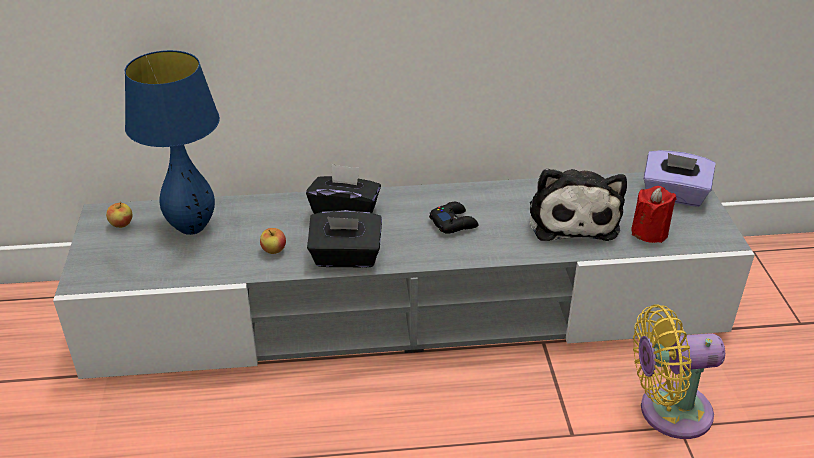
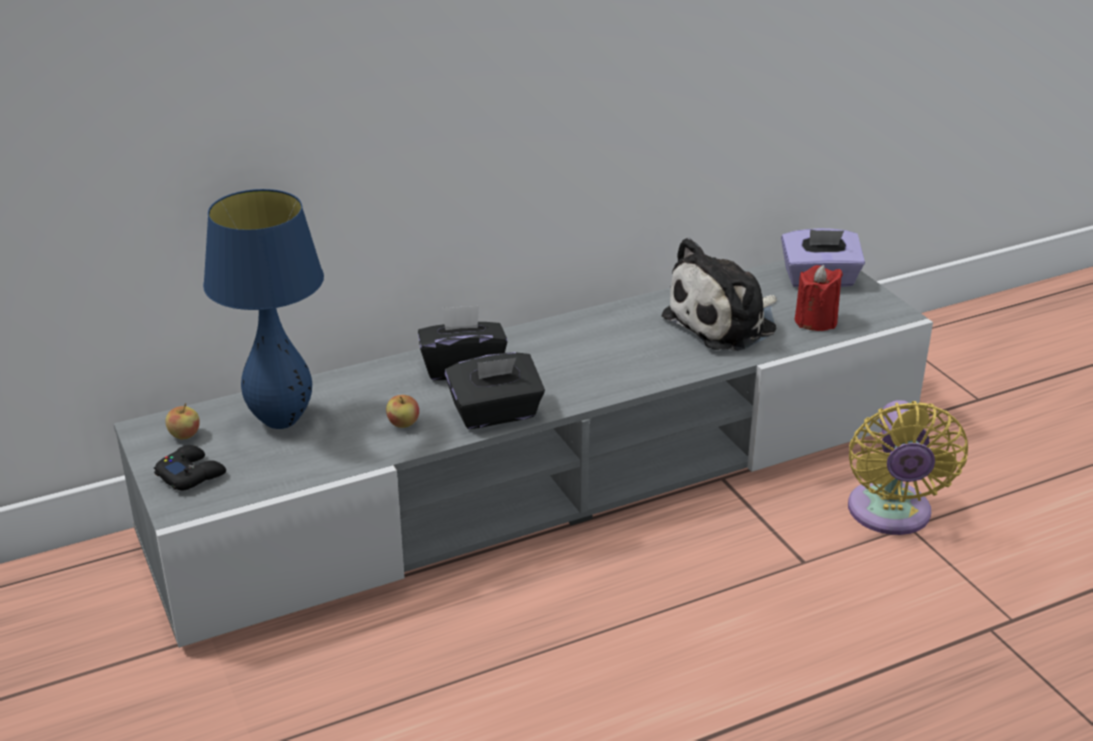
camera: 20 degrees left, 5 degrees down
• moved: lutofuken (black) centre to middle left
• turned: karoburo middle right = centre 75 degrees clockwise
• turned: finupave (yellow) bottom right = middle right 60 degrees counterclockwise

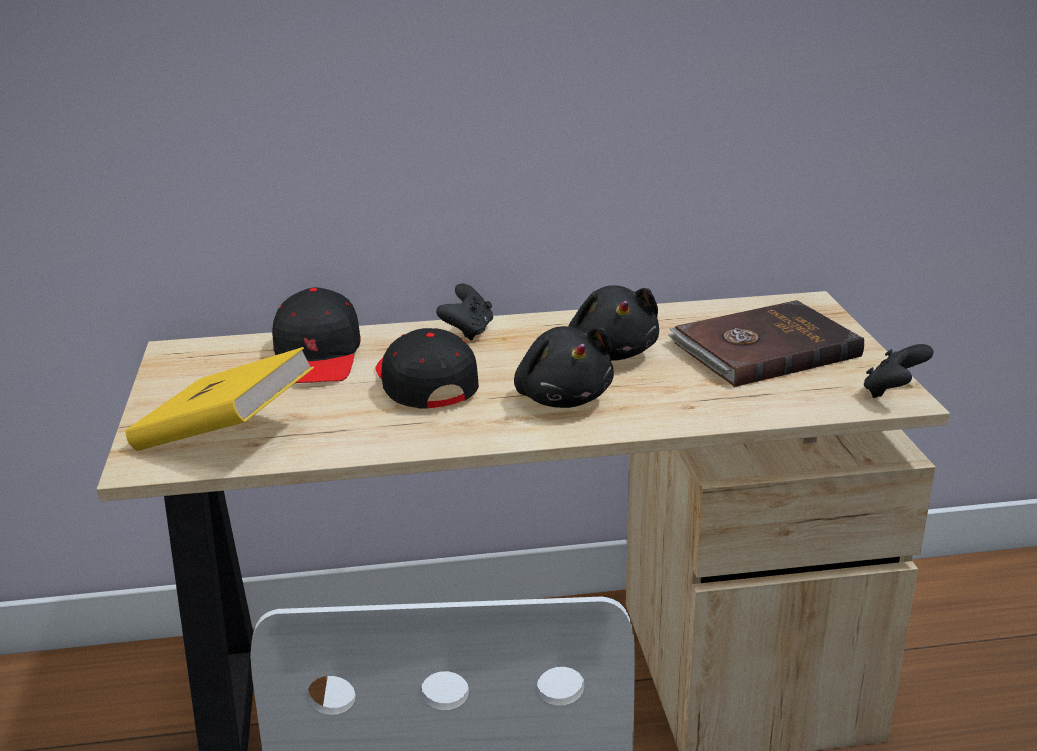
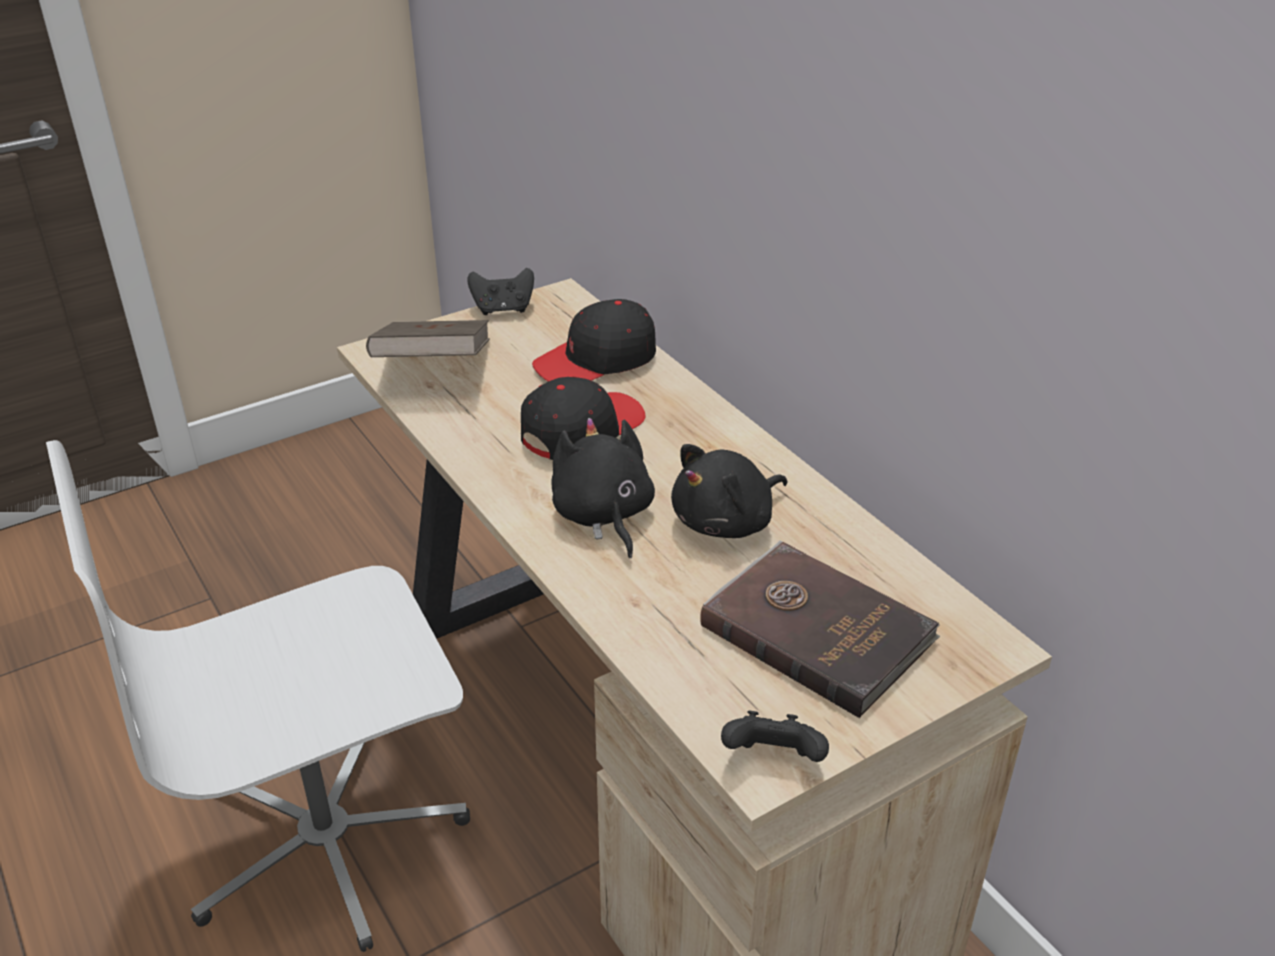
camera: 65 degrees right, 10 degrees up
• recoloured: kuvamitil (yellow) middle left to kuvamitil (brown) (1st from left) centre
• moved: lutofuken (black) (1st from left) centre to top centre
• turned: karoburo (black) (1st from left) centre = centre 120 degrees clockwise

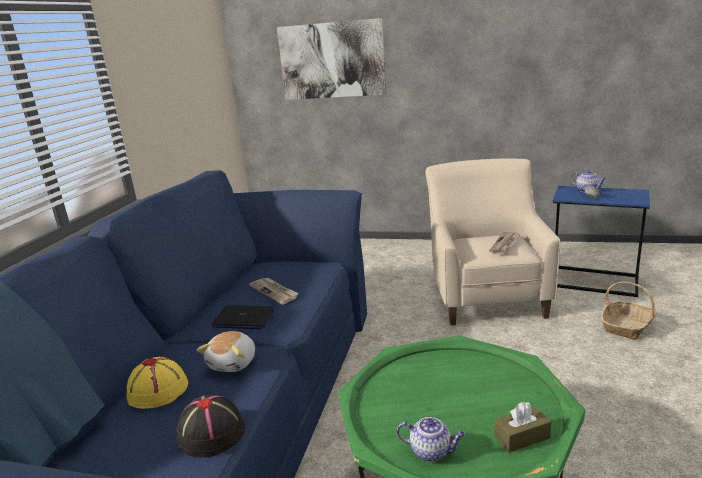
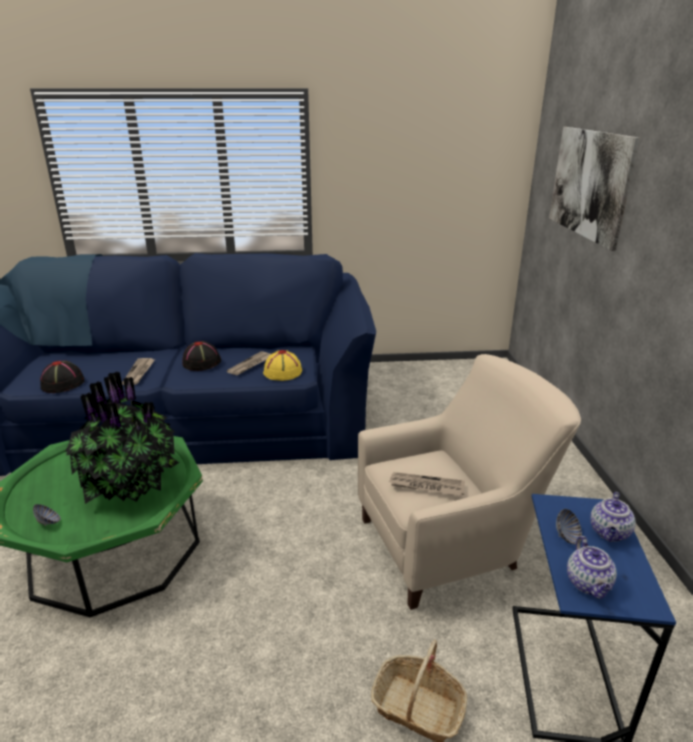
camera: 70 degrees right, 5 degrees up
• moved: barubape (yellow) bottom left to centre
• replaced: karoburo bottom left to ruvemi (1st from left) middle left
• replaced: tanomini centre to barubape (black) (2nd from left) middle left
• moved: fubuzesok (1st from left) bottom centre to bottom right
• replaced: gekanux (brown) bottom right to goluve (1st from left) bottom left
• added: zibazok middle left

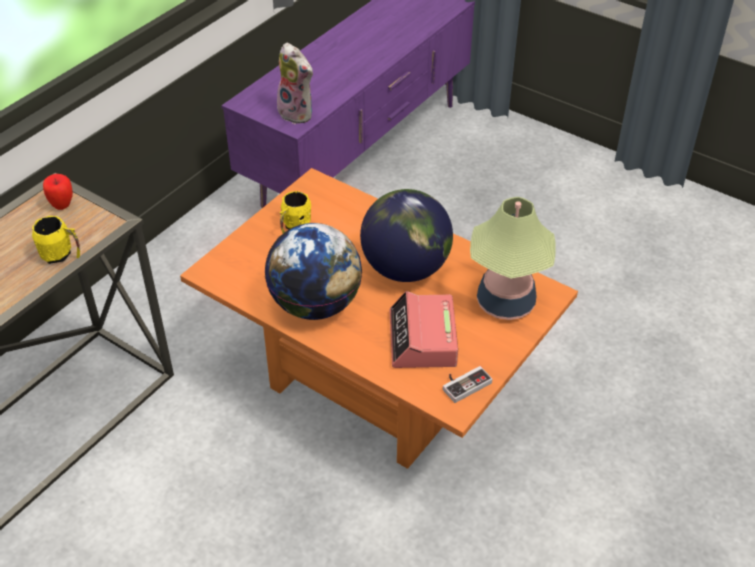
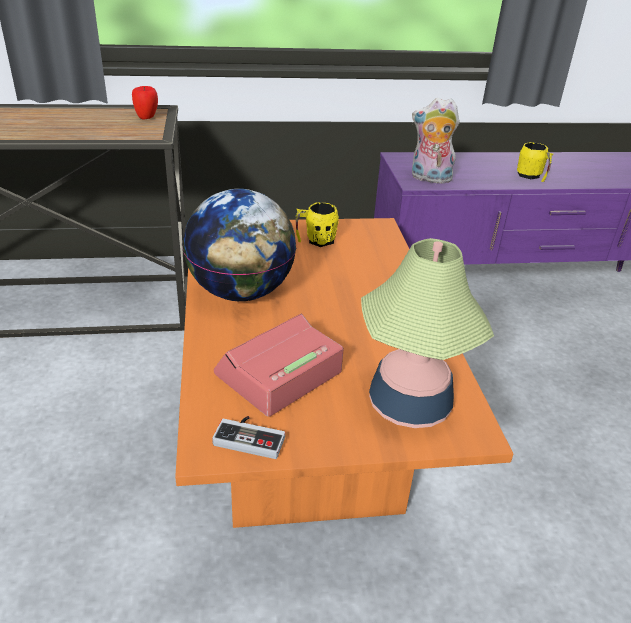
camera: 45 degrees right, 10 degrees down
• moved: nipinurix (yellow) (1st from left in the first image) middle left to nipinurix (yellow) (2nd from left) top right
• turned: karoburo top centre = top right 105 degrees clockwise
• removed: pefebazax (2nd from left) centre

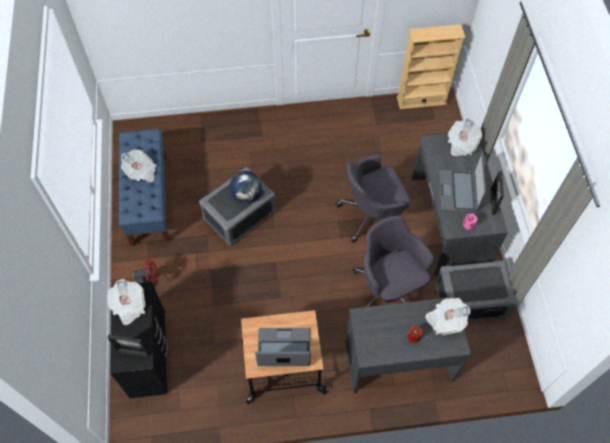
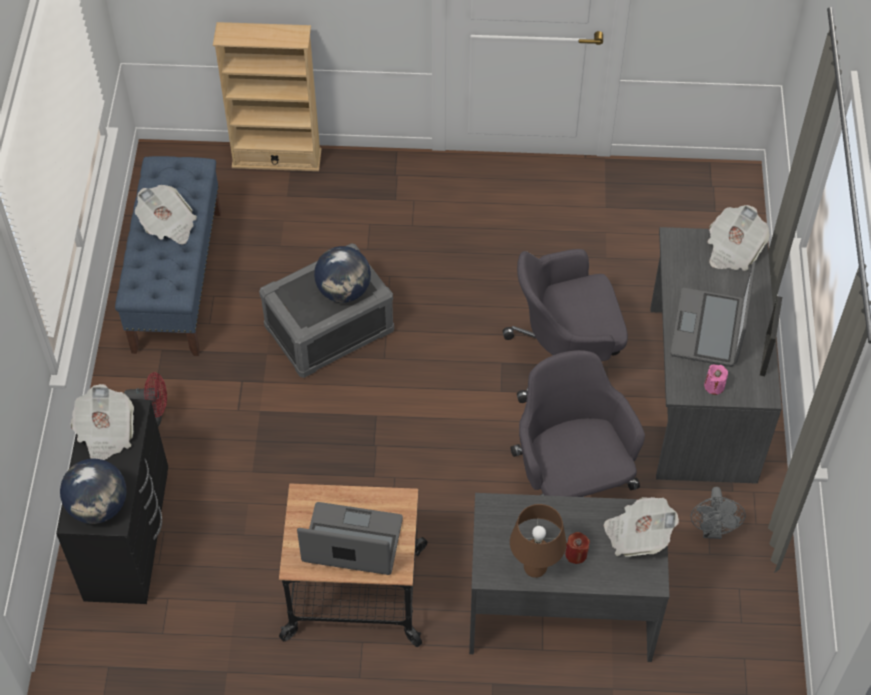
camera: 10 degrees right, 5 degrees down
• replaced: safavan (1st from left) bottom left to pefebazax (1st from left) bottom left
• moved: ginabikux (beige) top right to top left
• replaced: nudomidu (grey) (2nd from left) middle right to finupave (grey) bottom right
• added: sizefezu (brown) bottom centre

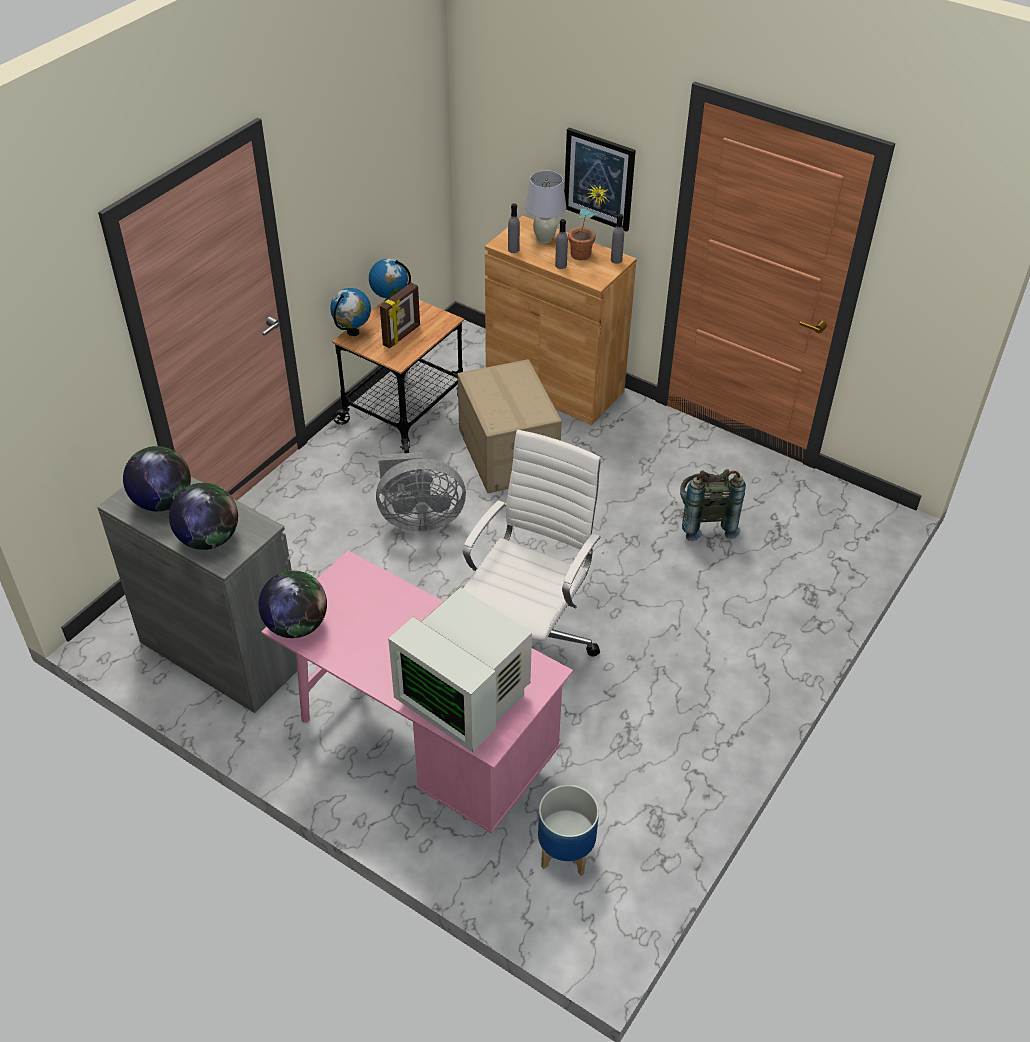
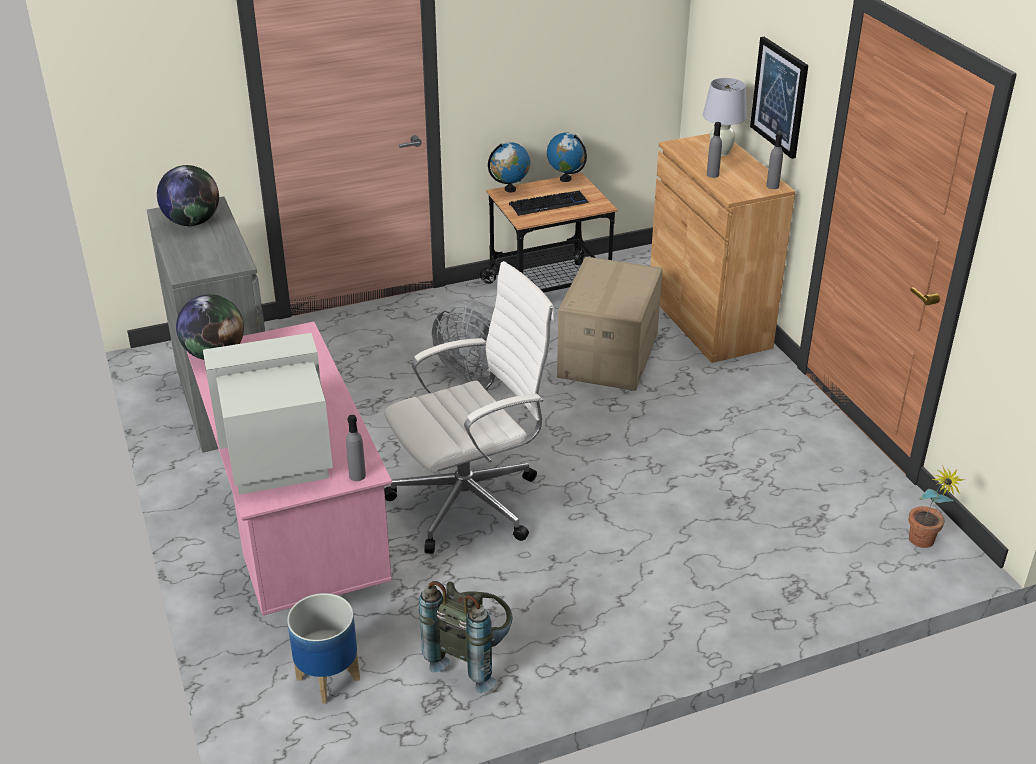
camera: 35 degrees right, 10 degrees down
• removed: pefebazax (2nd from left) middle left
• replaced: safavan top centre to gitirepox top centre
• turned: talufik centre = middle left 90 degrees clockwise
• moved: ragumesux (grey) (1st from left) top centre to centre
• moved: zibazok top centre to middle right
• moved: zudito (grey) middle right to bottom centre

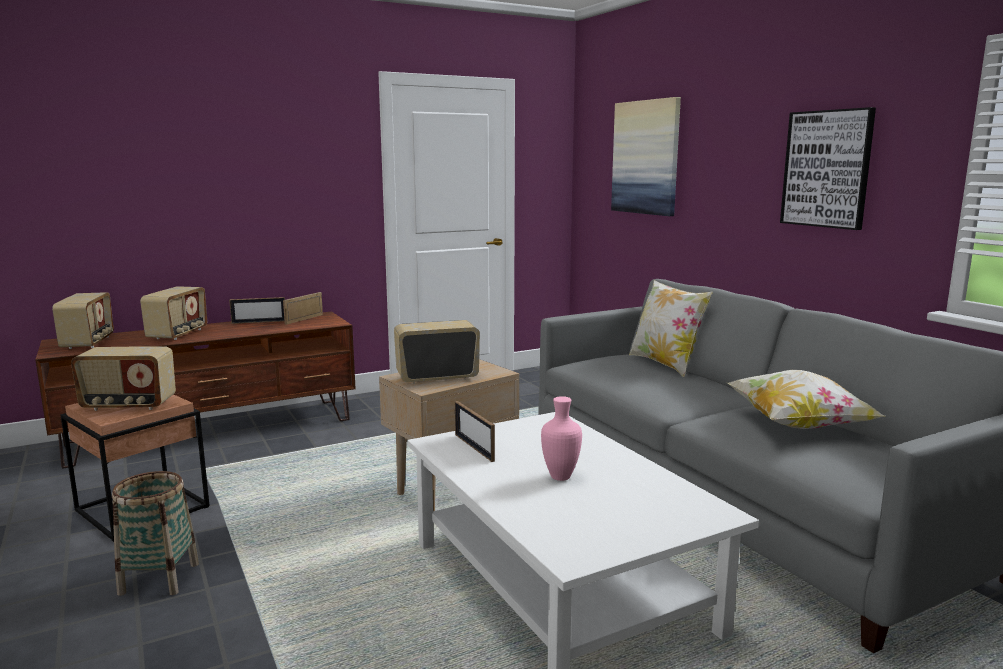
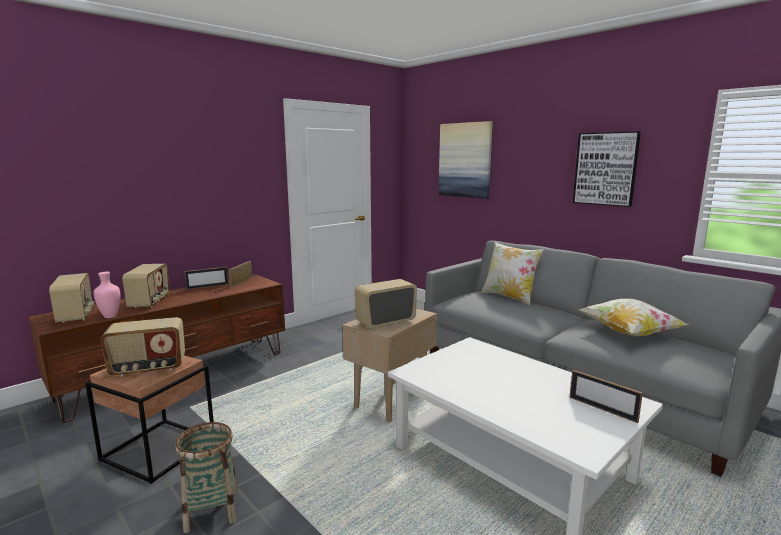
camera: 15 degrees left, 0 degrees up
• moved: safavan (3rd from left) centre to bottom right
• moved: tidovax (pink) centre to middle left

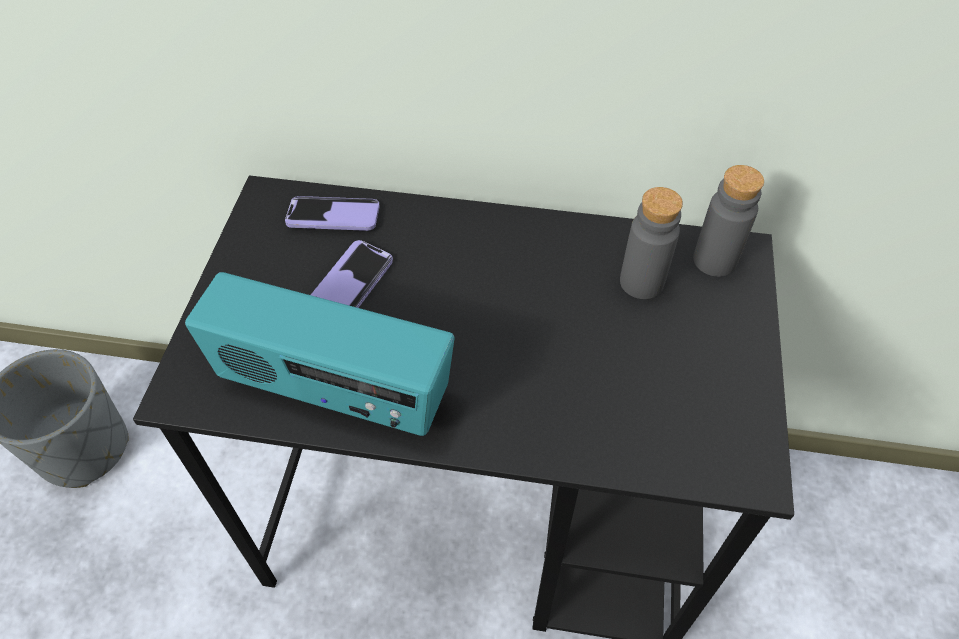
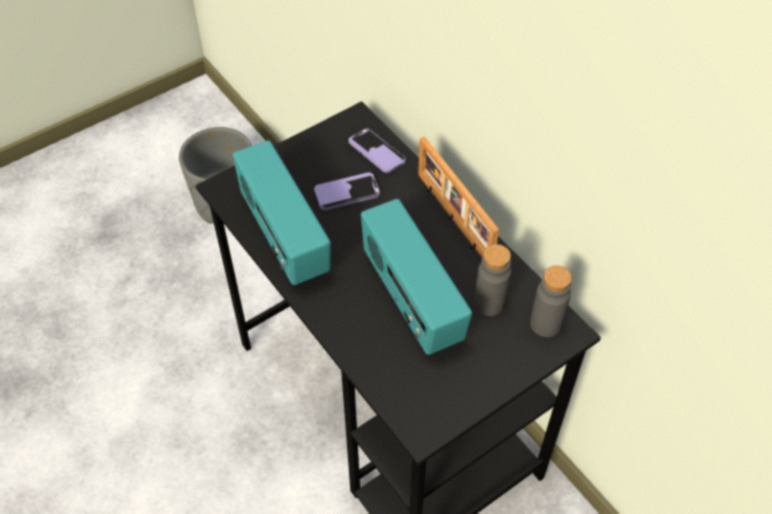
camera: 45 degrees right, 0 degrees up
• added: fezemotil (2nd from left) centre
• added: safavan centre

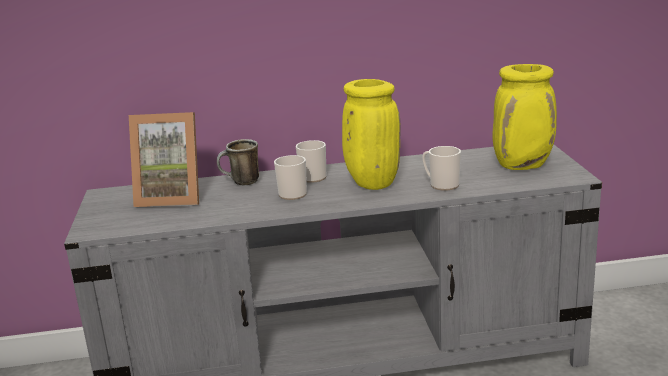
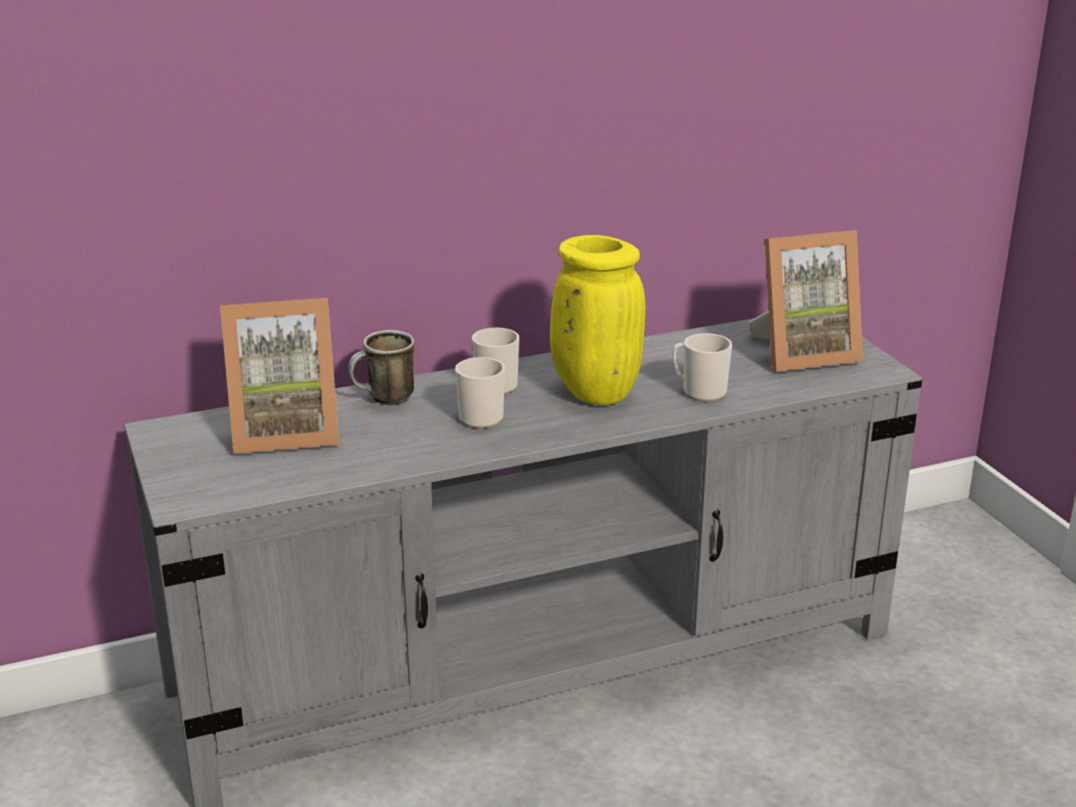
camera: 15 degrees left, 5 degrees up
• replaced: tidovax (yellow) (2nd from left) top right to safavan (2nd from left) middle right

